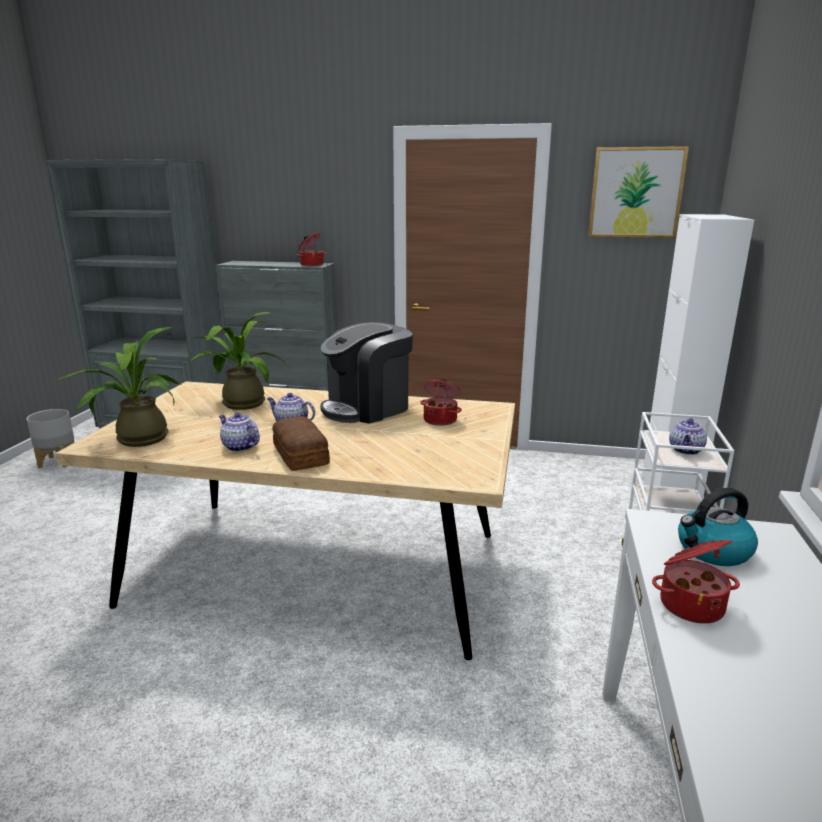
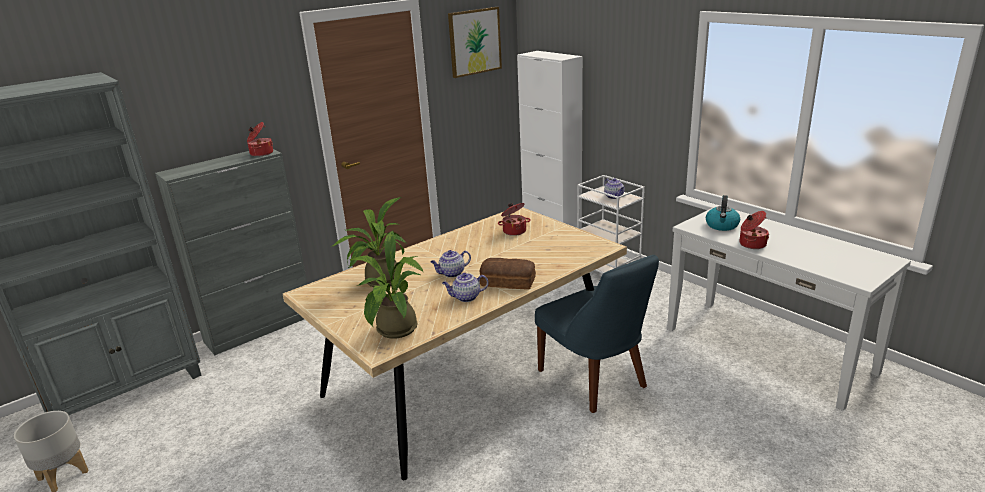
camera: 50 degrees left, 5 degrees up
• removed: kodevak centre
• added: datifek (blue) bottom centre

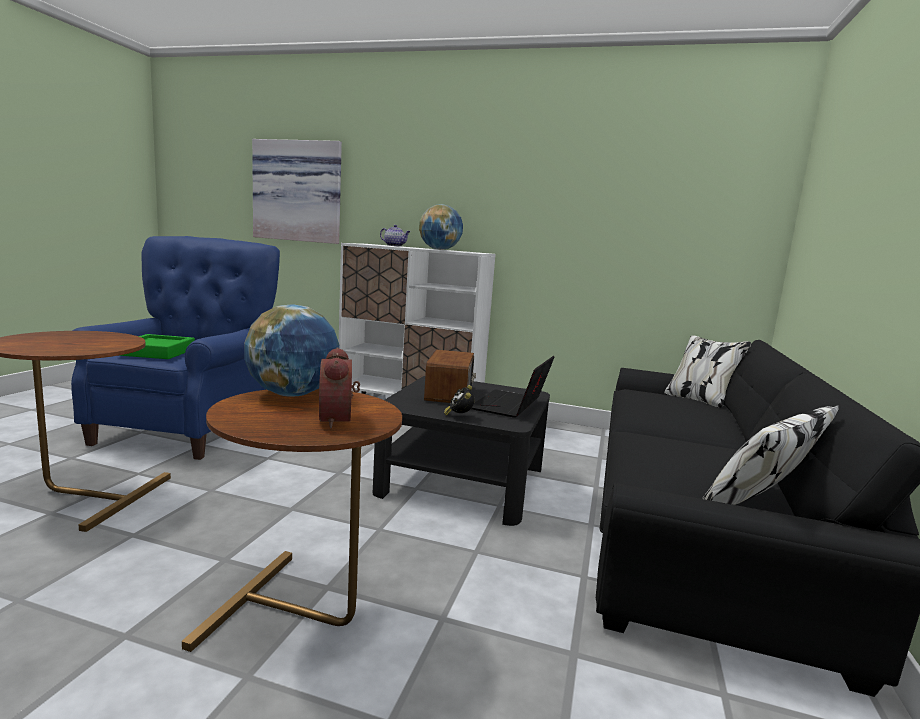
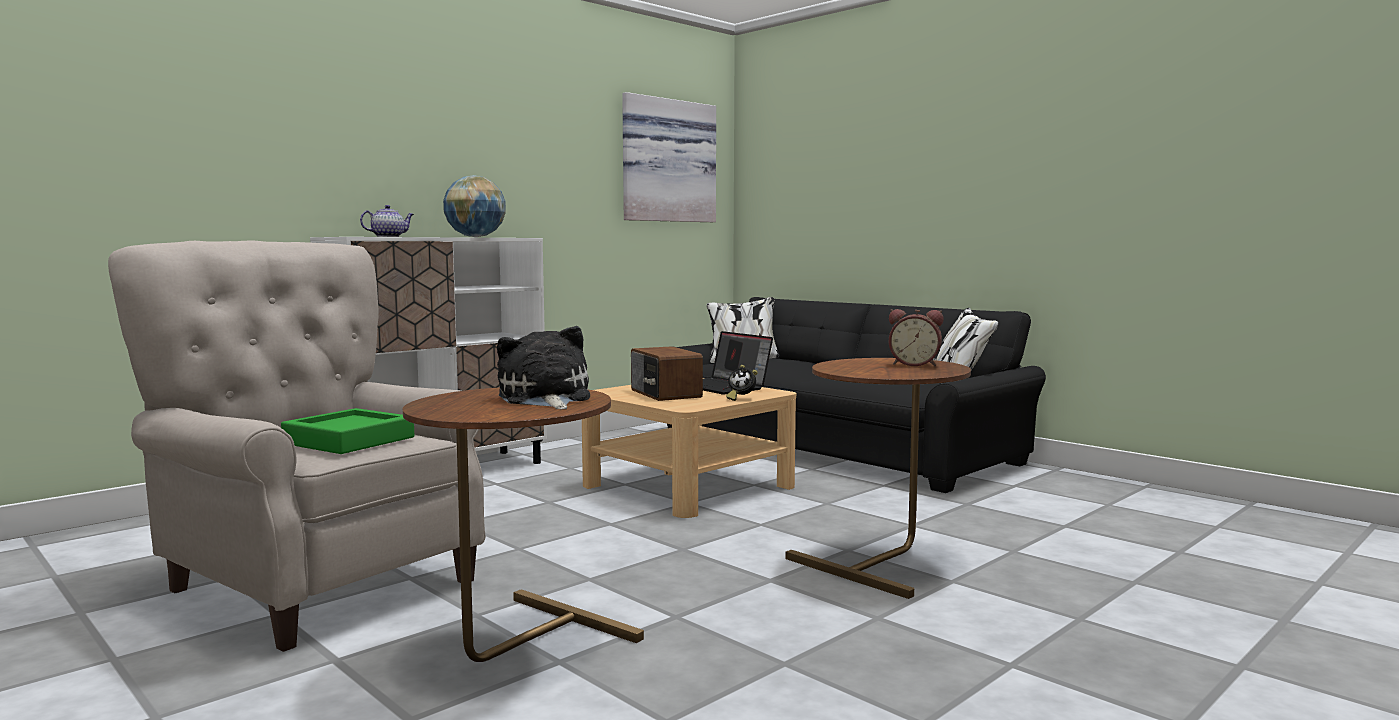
camera: 60 degrees left, 5 degrees down
• recoloured: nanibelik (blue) middle left to nanibelik (beige) middle left
• removed: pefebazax (1st from left) middle left
• moved: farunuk top left to top centre
• recoloured: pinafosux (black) centre to pinafosux (beige) centre
• turned: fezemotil centre = centre 150 degrees counterclockwise
• added: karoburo centre

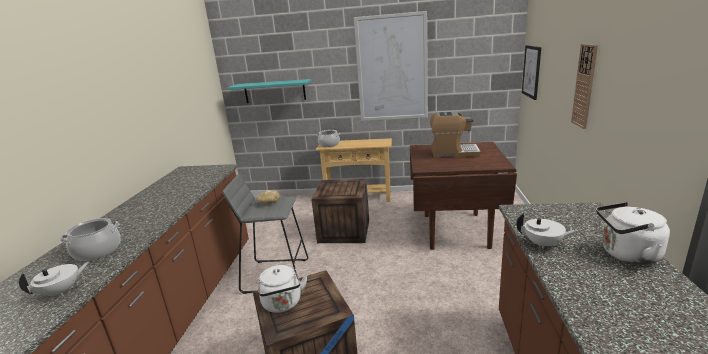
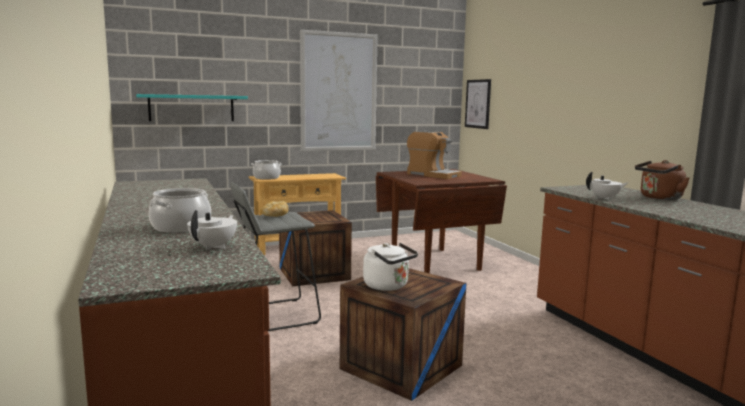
camera: 30 degrees left, 10 degrees down
• turned: kodevak centre = centre 60 degrees clockwise
• removed: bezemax top right
• recoloured: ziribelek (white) (2nd from left) middle right to ziribelek (brown) middle right

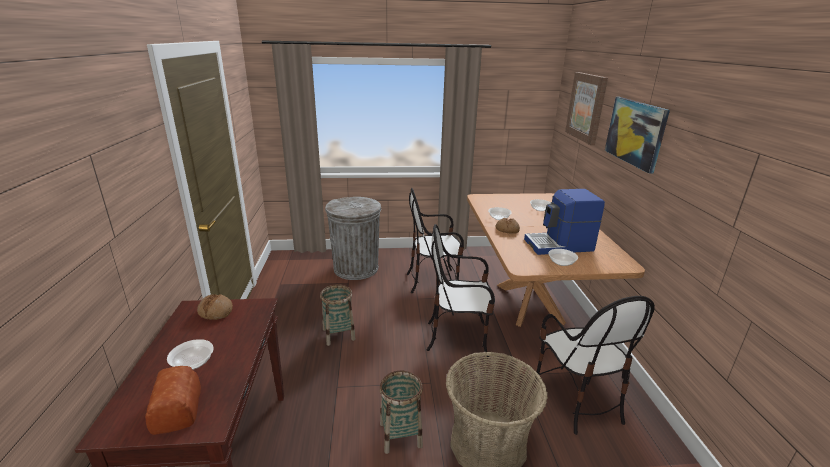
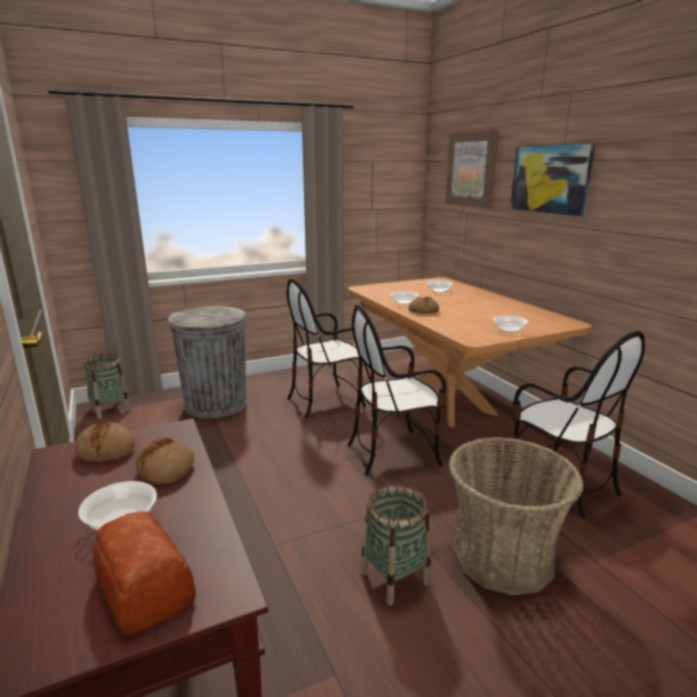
camera: 20 degrees left, 5 degrees down
• moved: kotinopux (1st from left) bottom centre to middle left
• removed: kodevak middle right
• added: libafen (3rd from left) middle left

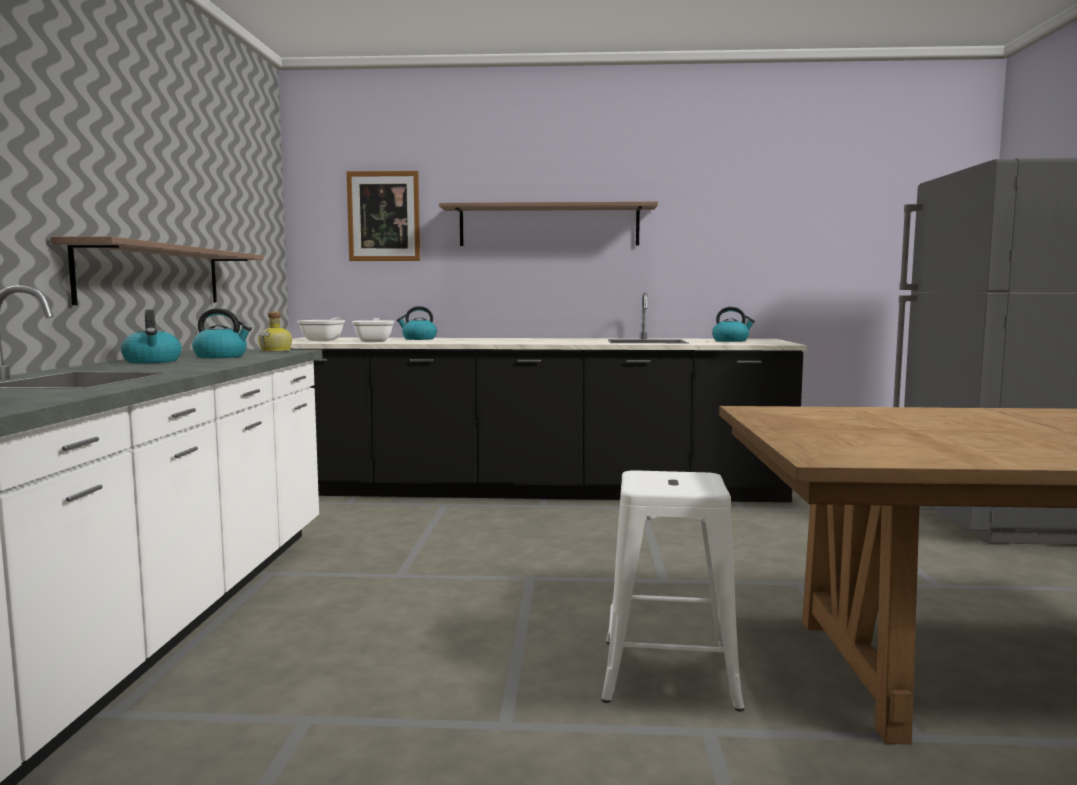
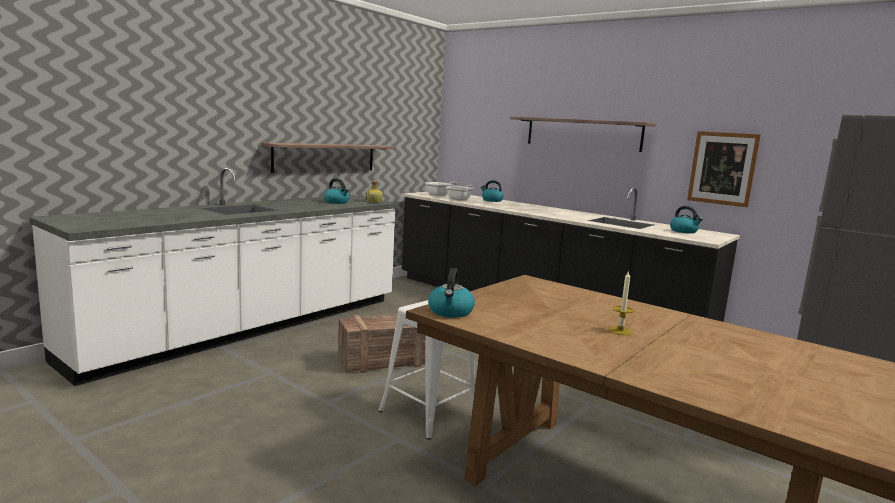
camera: 35 degrees right, 5 degrees up
• moved: ziribelek (1st from left in the first image) middle left to ziribelek (2nd from left) centre
• moved: farunuk top centre to middle right
• added: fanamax bottom centre
• added: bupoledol middle right

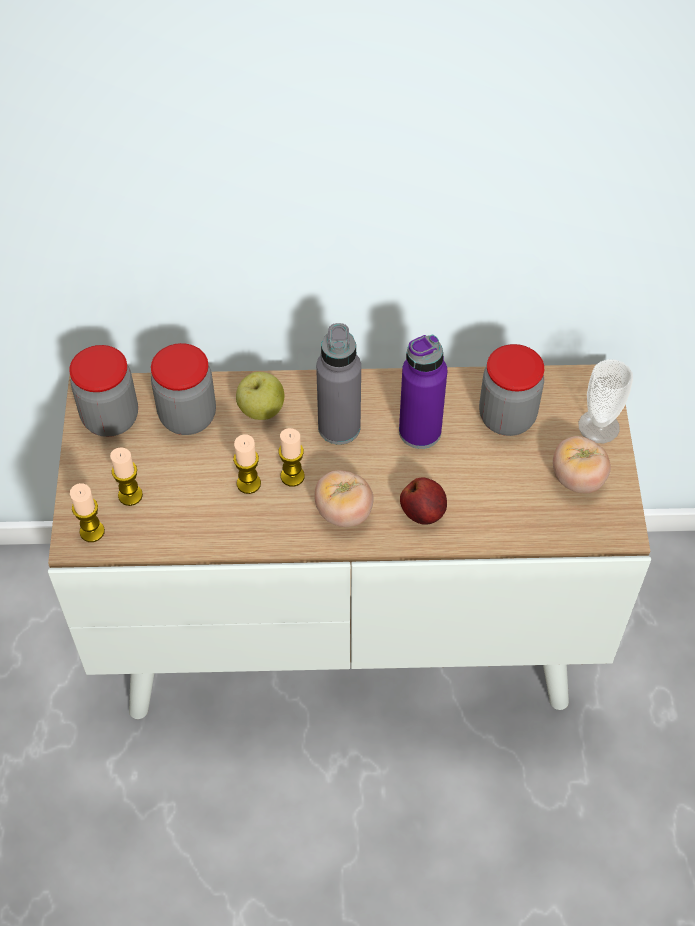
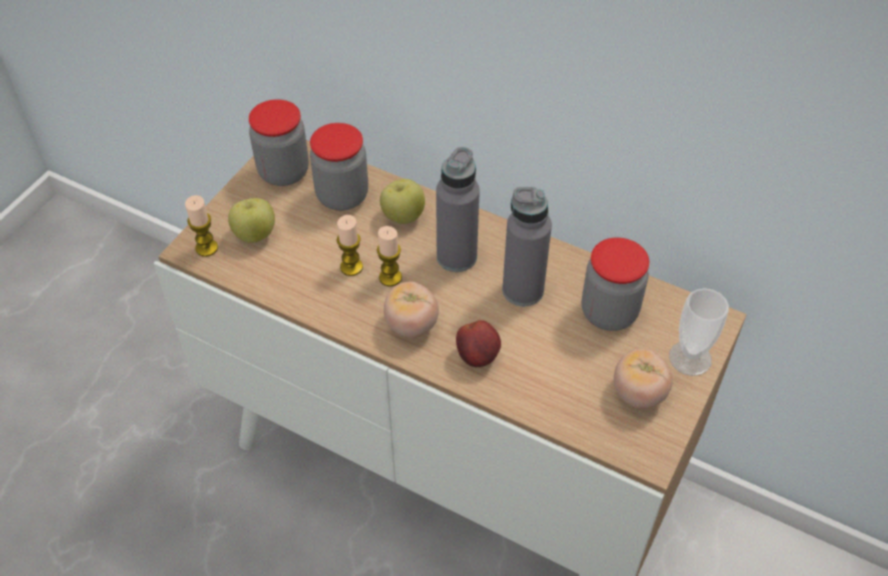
camera: 30 degrees right, 5 degrees down
• replaced: bupoledol (2nd from left) middle left to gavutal (1st from left) middle left
• recoloured: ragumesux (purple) centre to ragumesux (grey) (2nd from left) centre

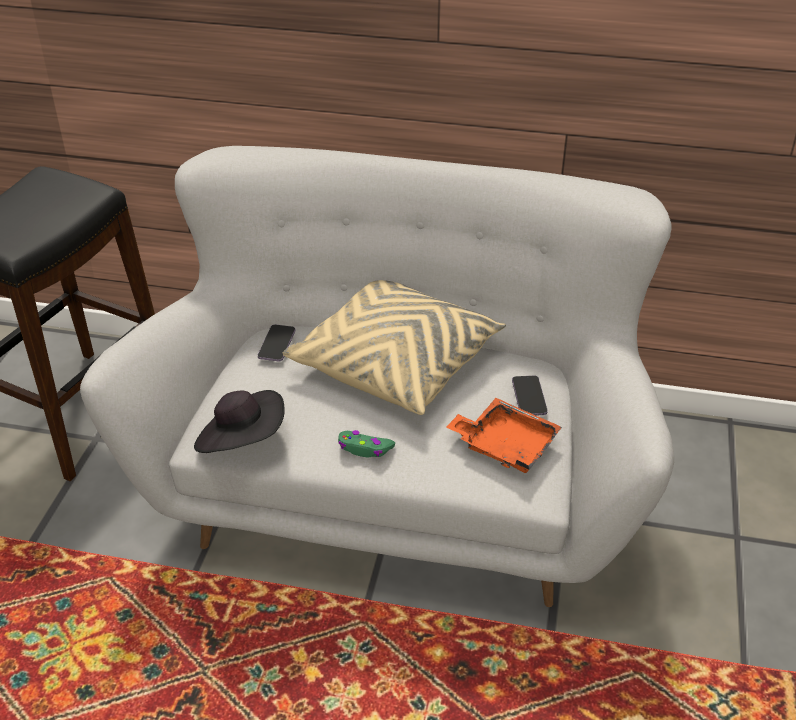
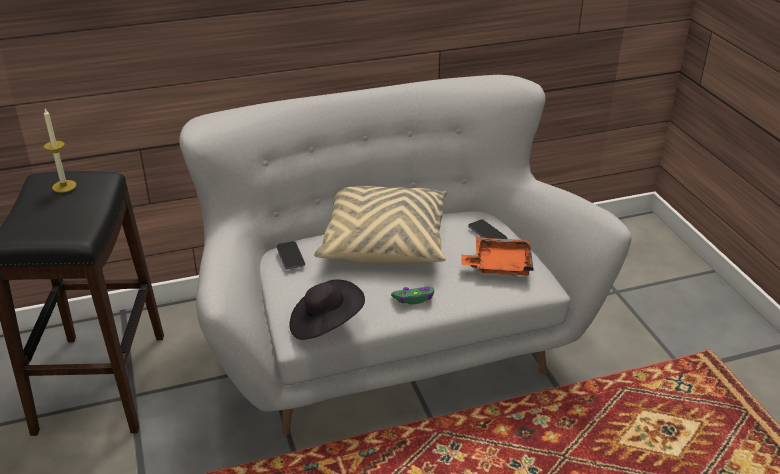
camera: 30 degrees left, 5 degrees down
• added: bupoledol top left

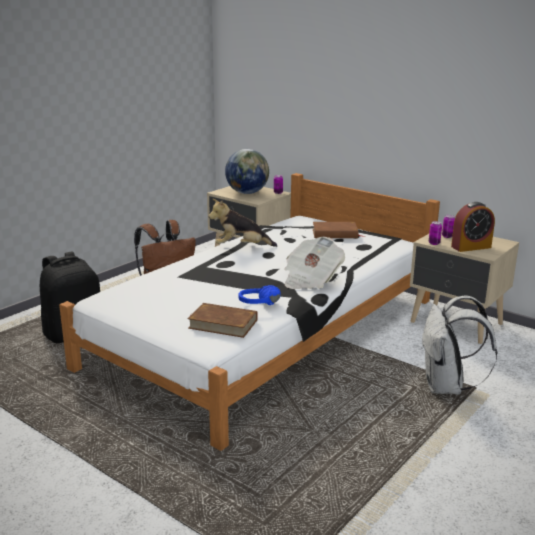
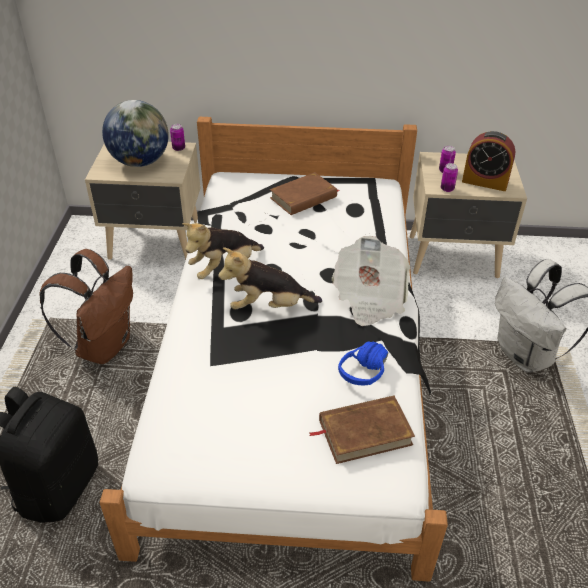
camera: 35 degrees left, 20 degrees up
• turned: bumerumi middle right = top right 75 degrees clockwise
• added: karoburo (2nd from left) centre

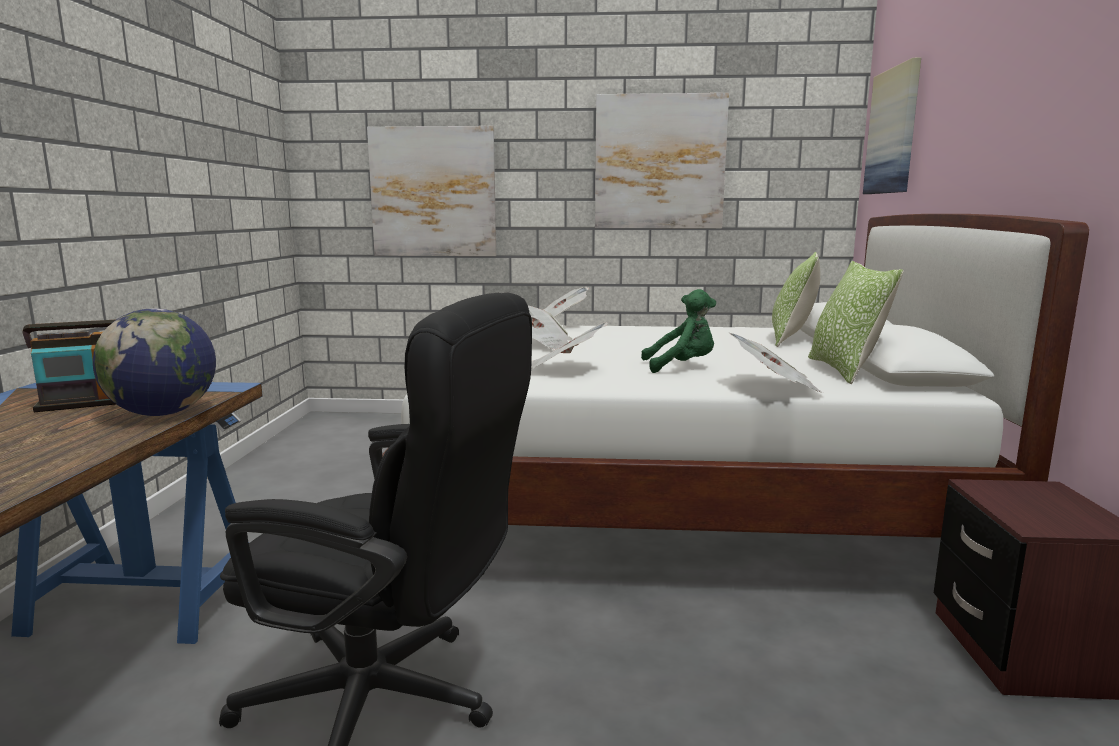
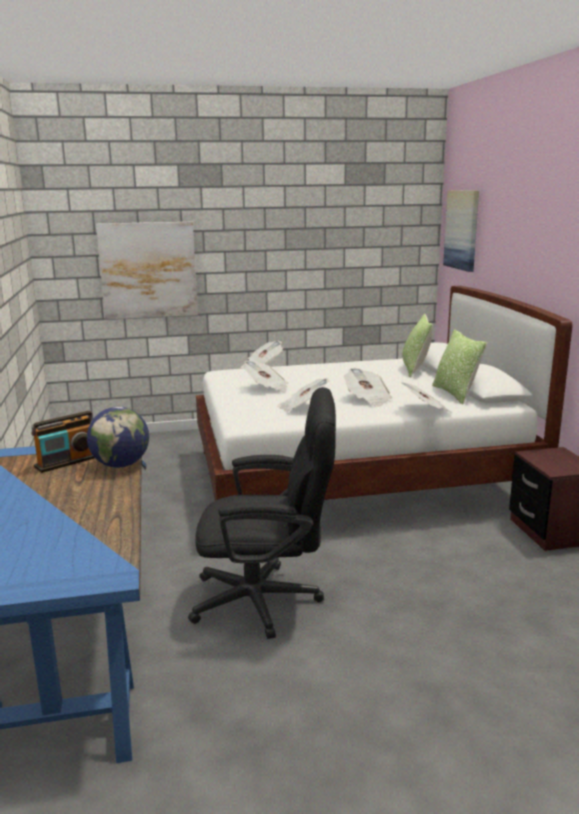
camera: 15 degrees left, 5 degrees up
• removed: farunuk (2nd from left) top centre
• replaced: karoburo (green) centre to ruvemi (4th from left) centre

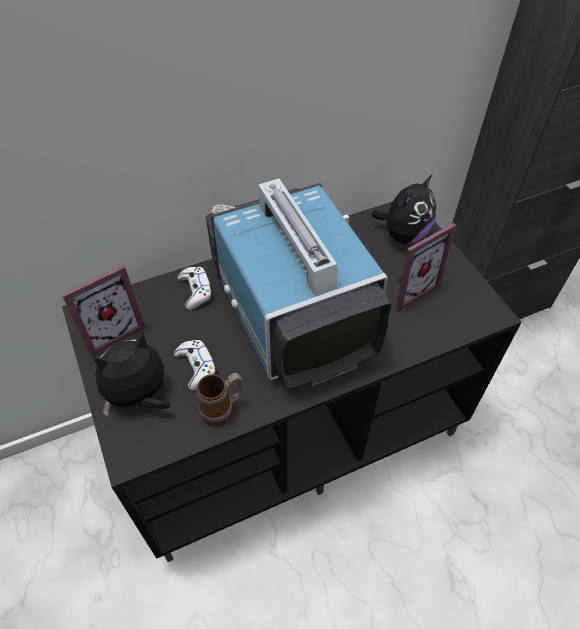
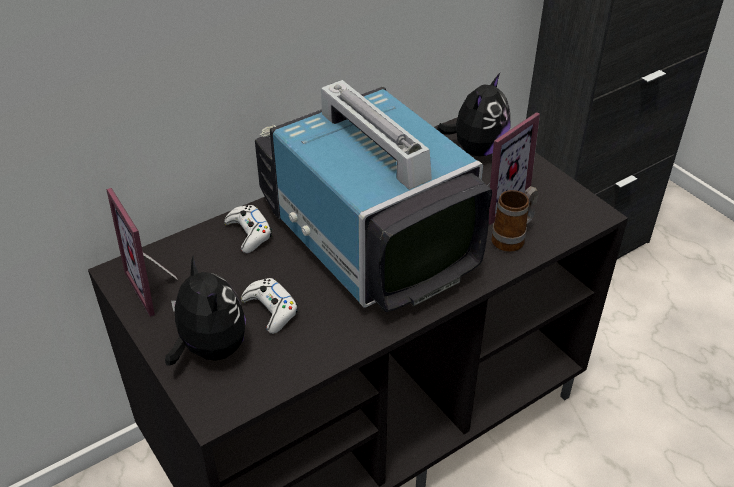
camera: 10 degrees left, 10 degrees down
• turned: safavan (1st from left) middle left = middle left 105 degrees clockwise
• turned: karoburo (1st from left) middle left = middle left 105 degrees clockwise
• moved: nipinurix centre to middle right

